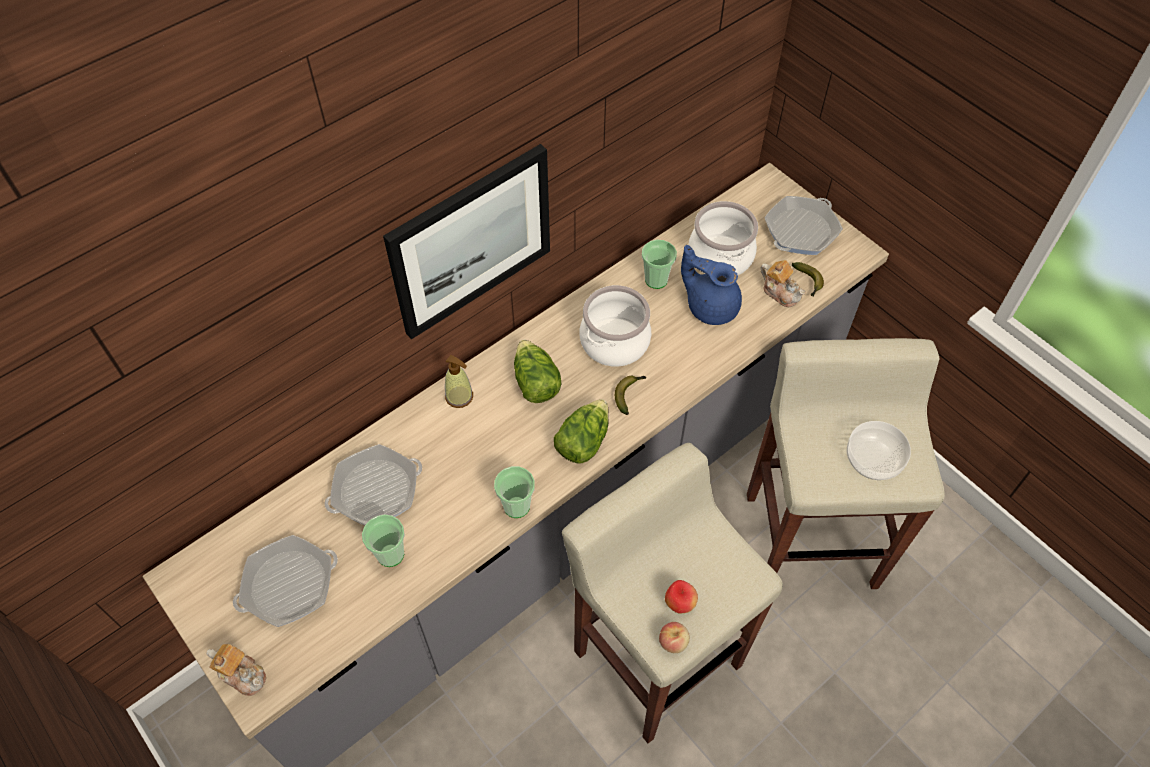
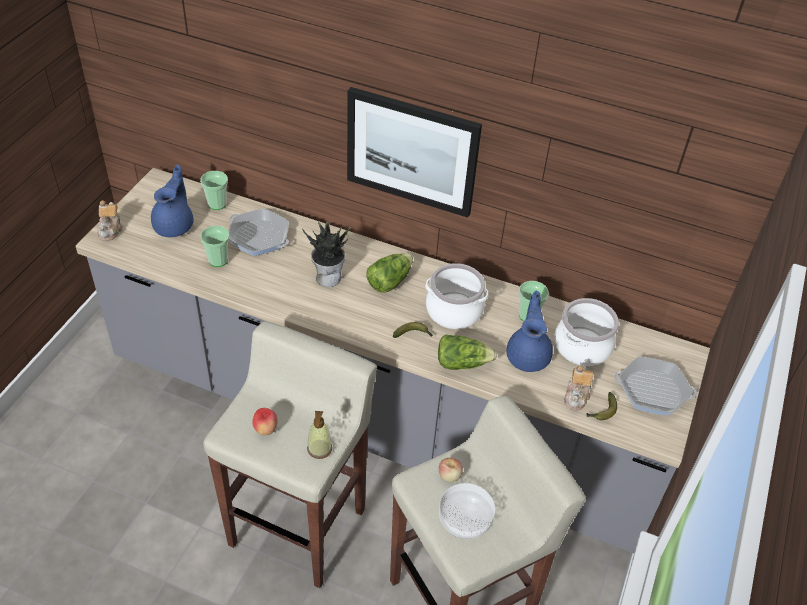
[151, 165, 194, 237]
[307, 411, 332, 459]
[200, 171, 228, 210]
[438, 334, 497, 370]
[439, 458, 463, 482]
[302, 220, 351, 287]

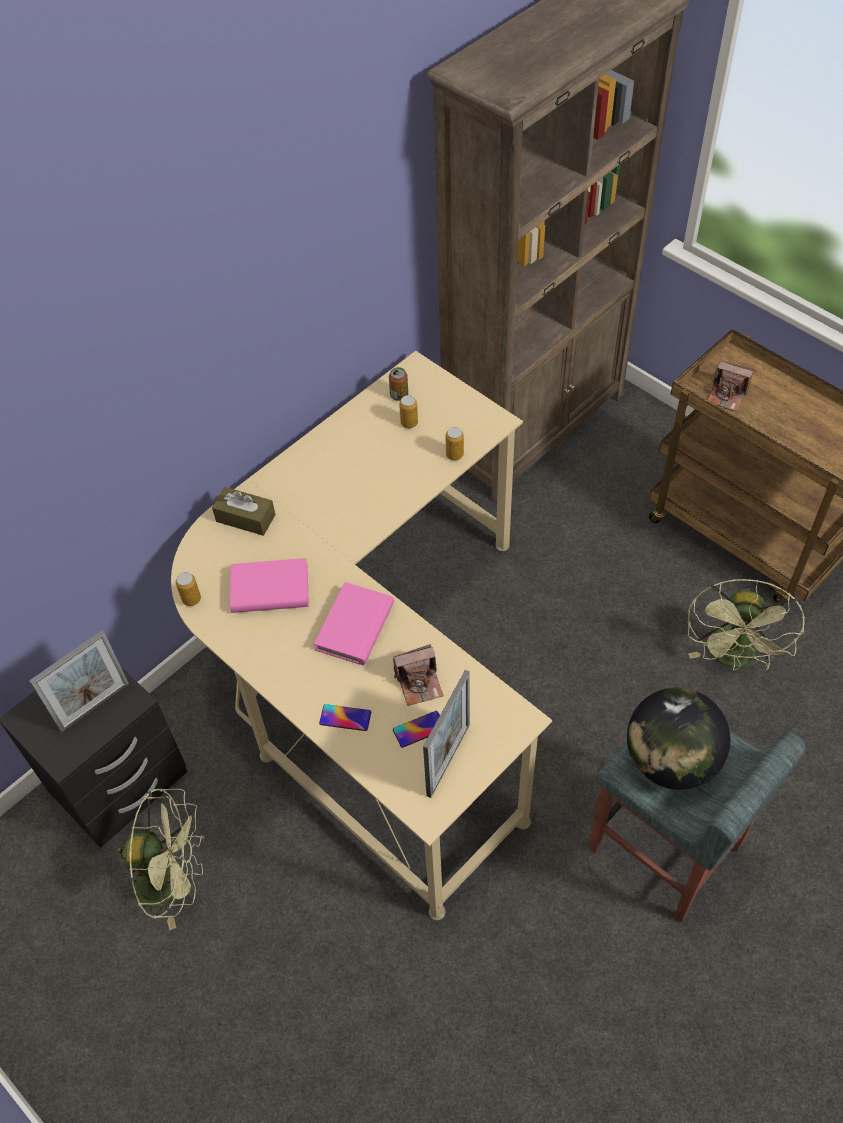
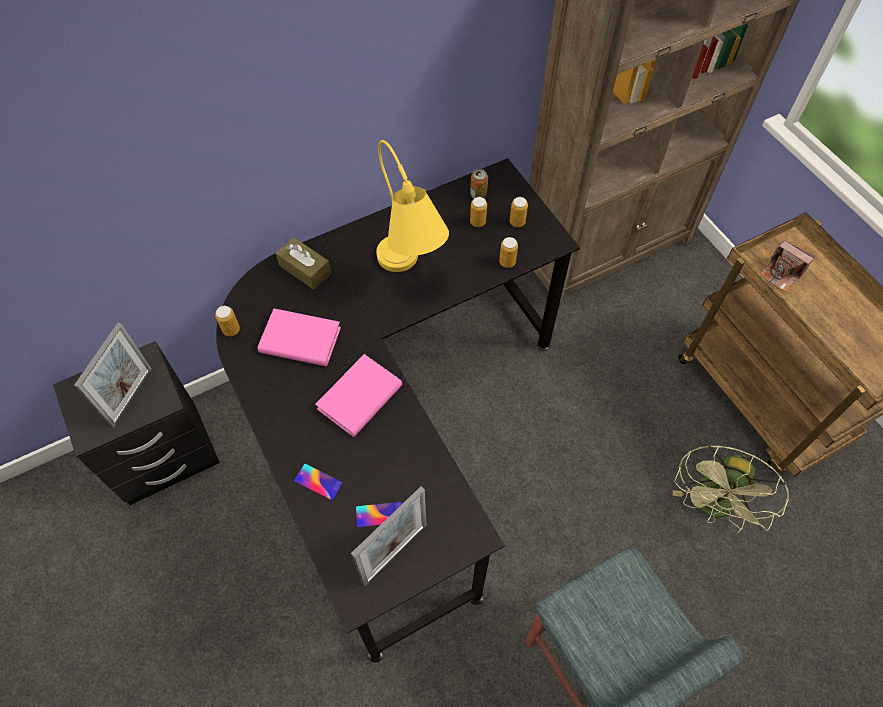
[74, 323, 152, 428]
[118, 788, 204, 930] (first image)
[216, 158, 580, 662]
[393, 644, 444, 706] (first image)
[627, 687, 730, 790] (first image)
[376, 140, 449, 272]
[510, 197, 528, 227]

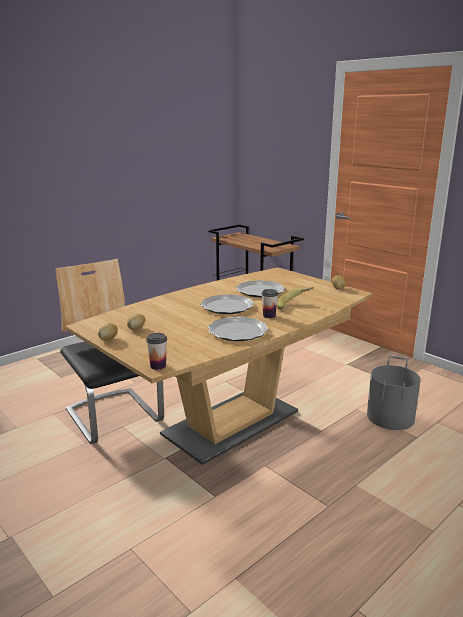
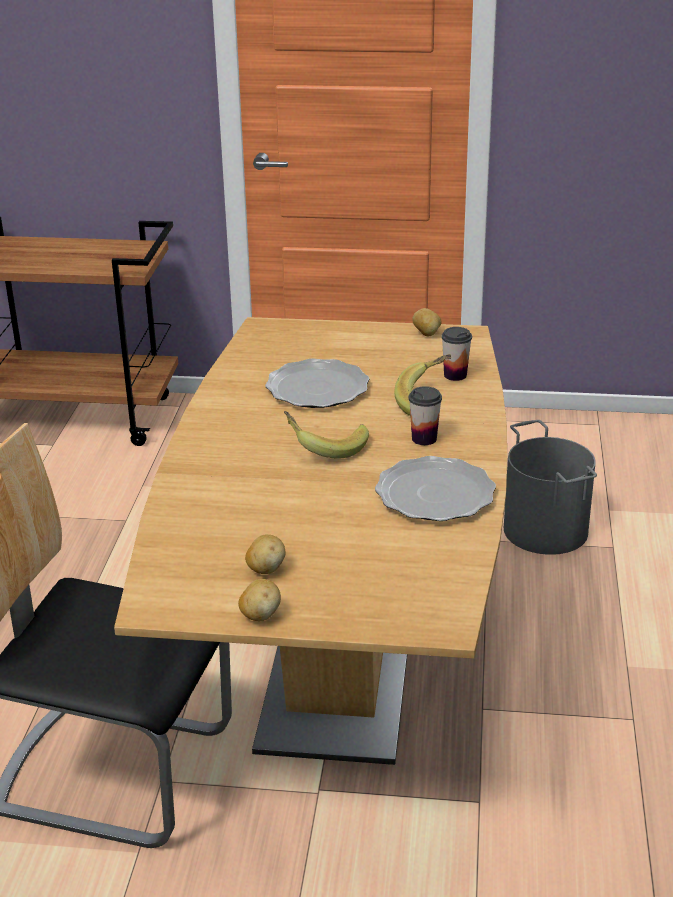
[441, 327, 472, 381]
[284, 411, 369, 459]

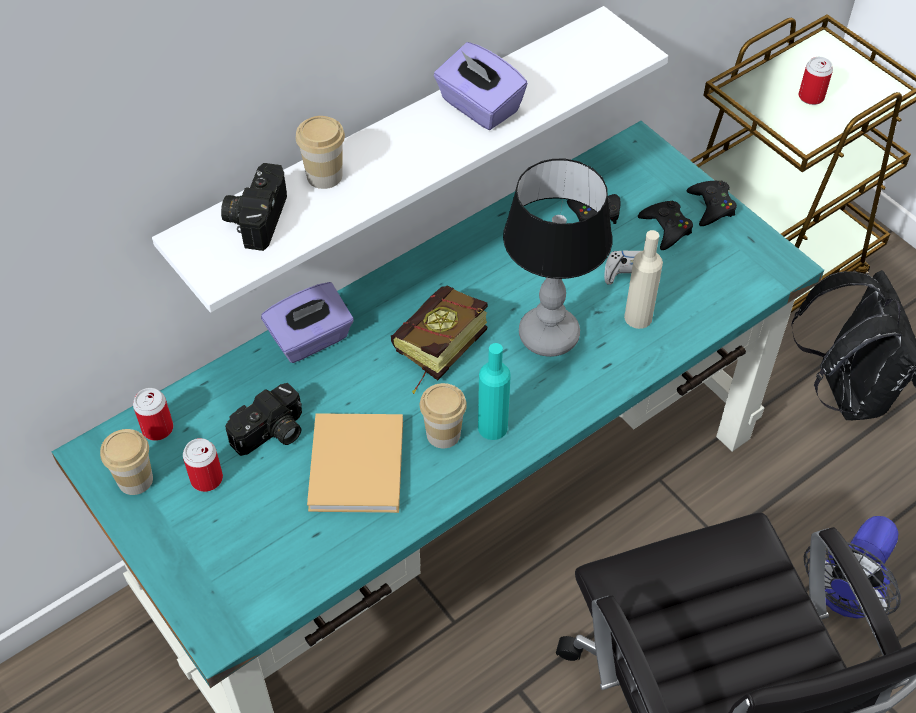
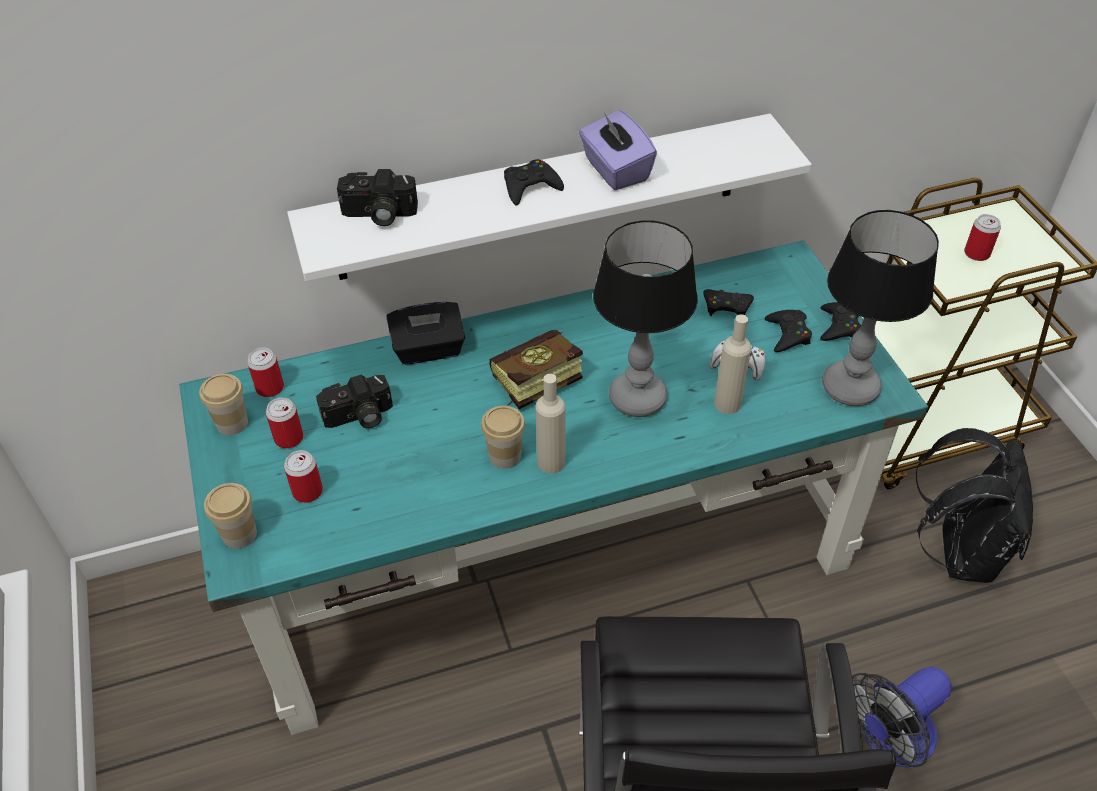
[337, 169, 418, 226]
[387, 302, 465, 365]
[204, 483, 257, 549]
[307, 413, 403, 513] (first image)
[535, 374, 565, 474]
[284, 450, 323, 503]
[504, 159, 564, 205]
[822, 210, 939, 406]

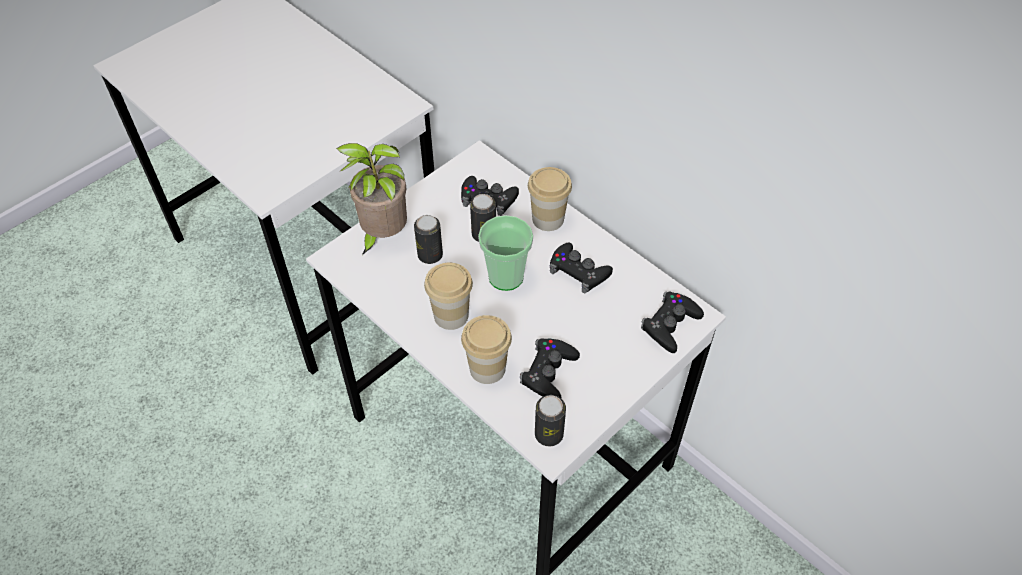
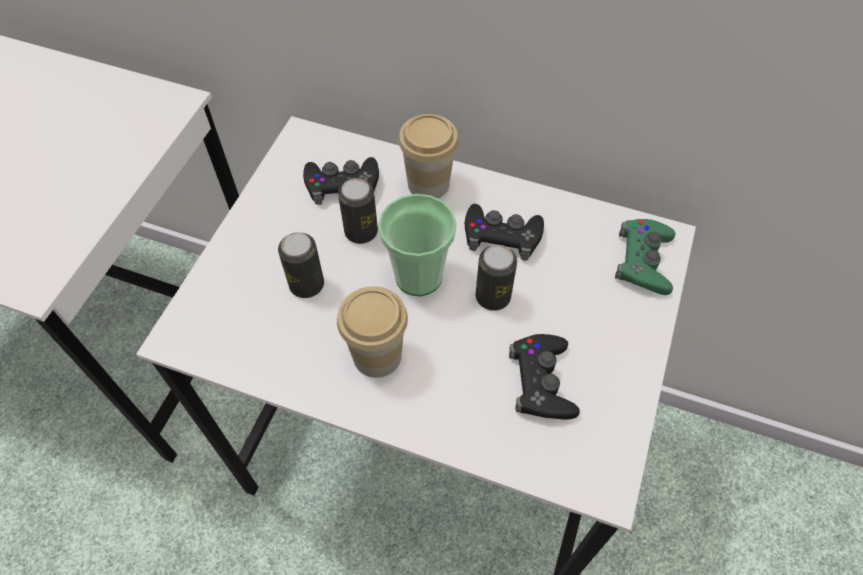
[336, 143, 407, 255] (first image)
[461, 315, 512, 384] (first image)
[476, 245, 517, 311]
[615, 219, 675, 295]

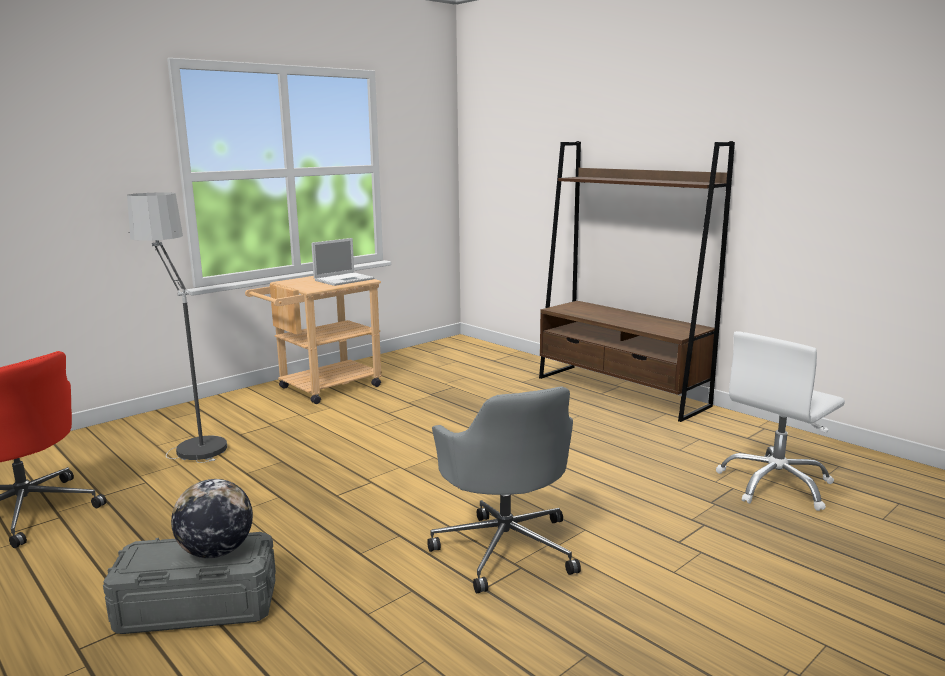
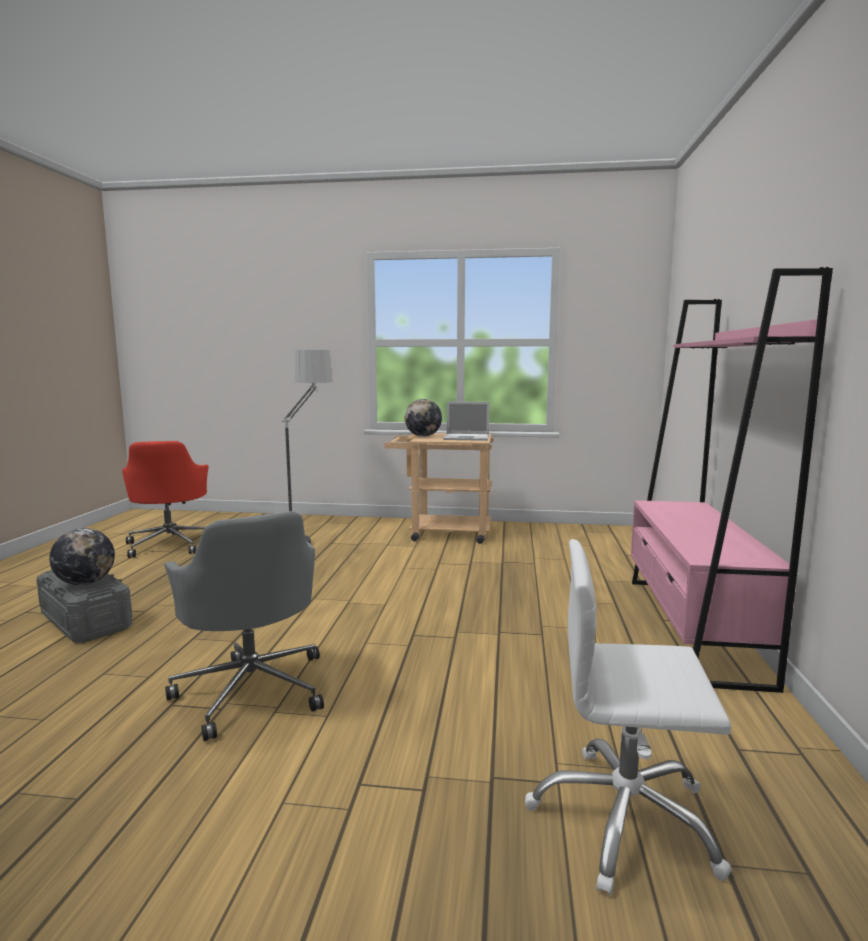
[164, 511, 324, 741]
[631, 267, 833, 693]
[405, 399, 442, 437]

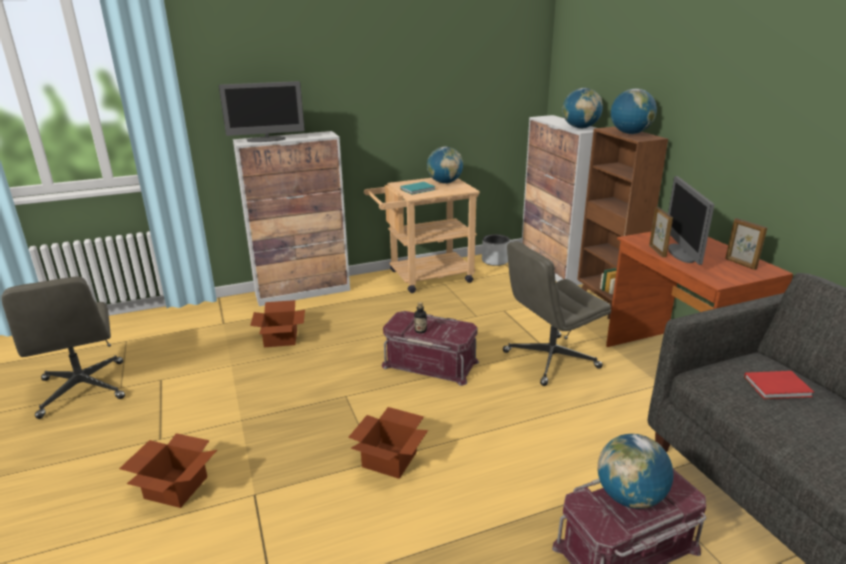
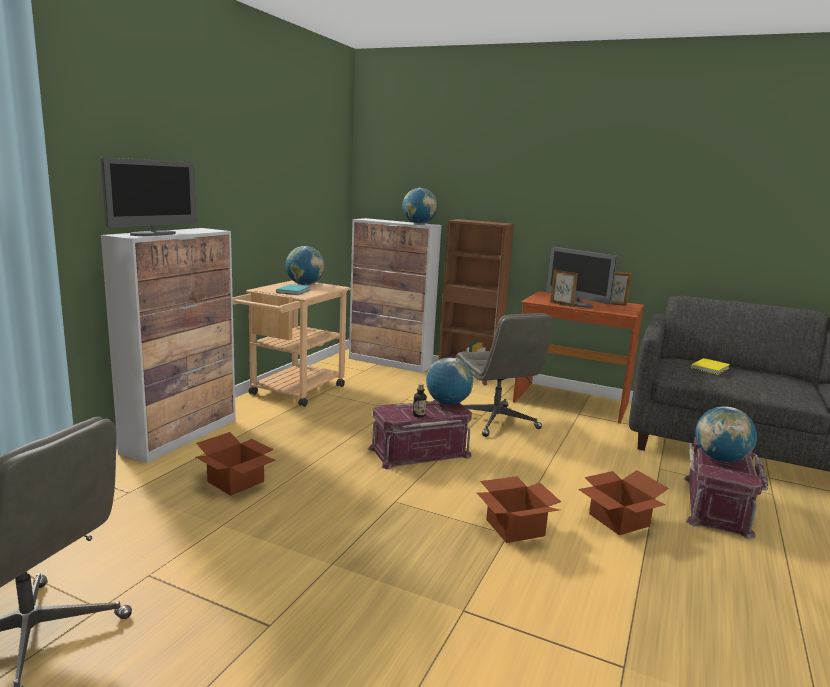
[578, 470, 669, 535]
[482, 234, 510, 266] (first image)
[456, 313, 553, 437]
[426, 358, 473, 405]
[691, 358, 730, 375]

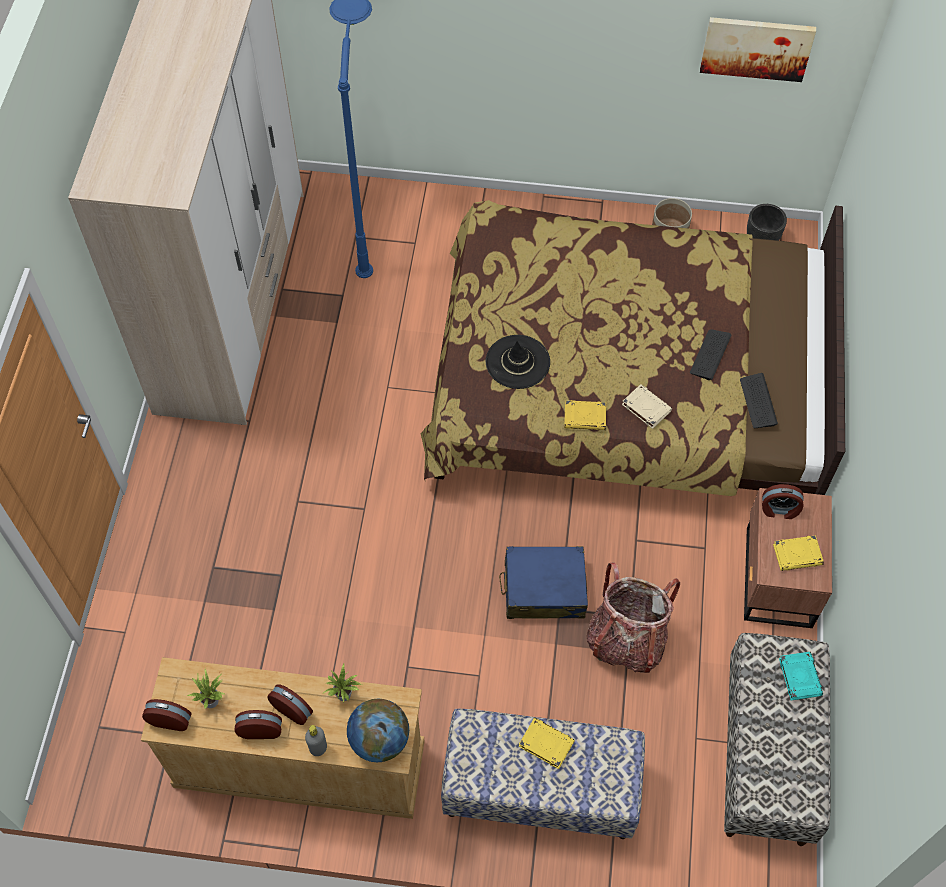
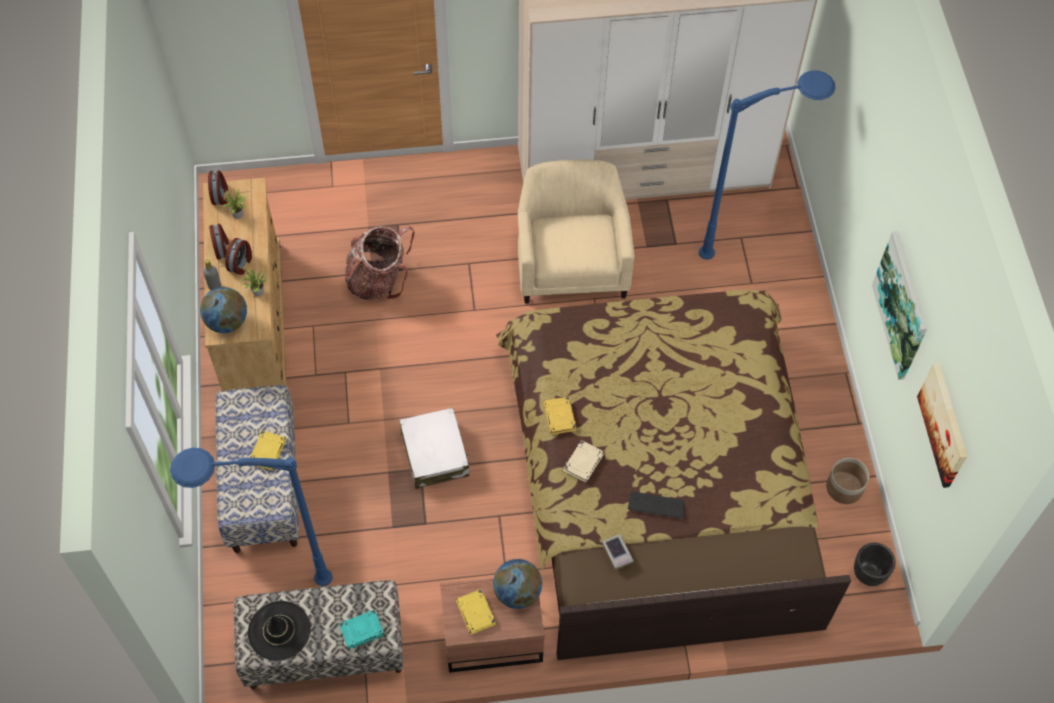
[248, 601, 310, 661]
[399, 408, 469, 489]
[345, 226, 415, 300]
[602, 534, 634, 570]
[493, 559, 542, 609]
[170, 448, 333, 586]
[518, 159, 634, 304]
[872, 231, 927, 380]

